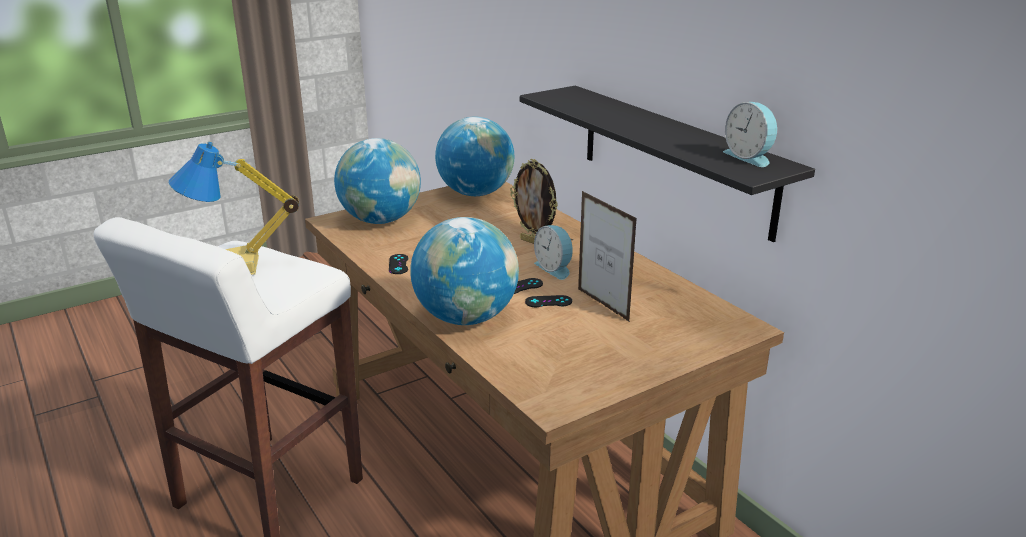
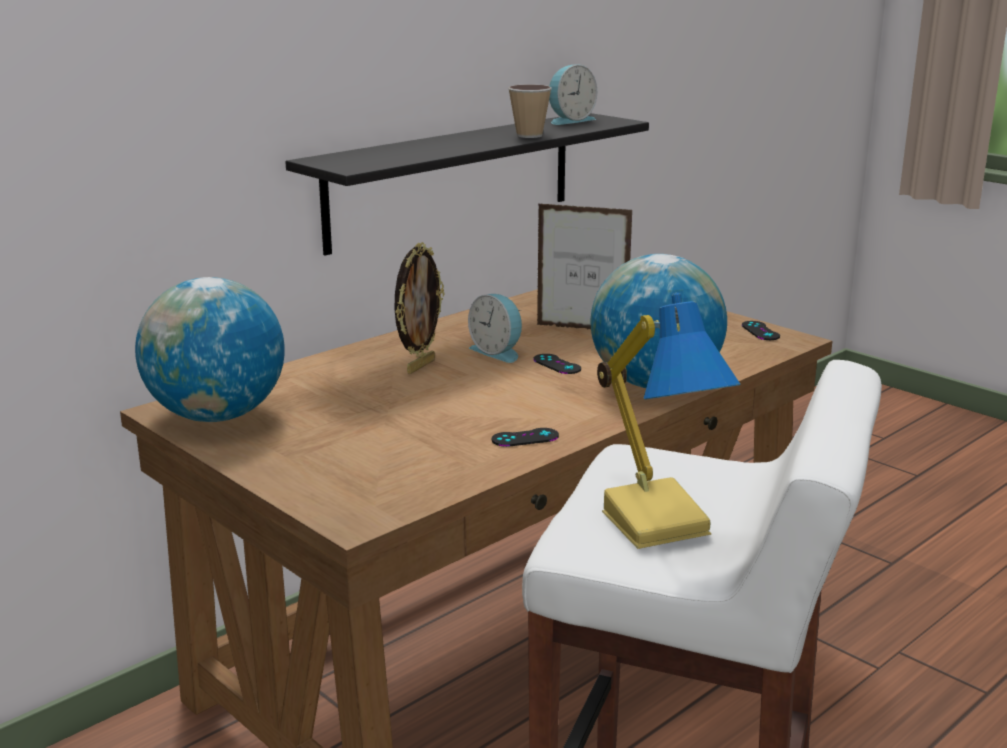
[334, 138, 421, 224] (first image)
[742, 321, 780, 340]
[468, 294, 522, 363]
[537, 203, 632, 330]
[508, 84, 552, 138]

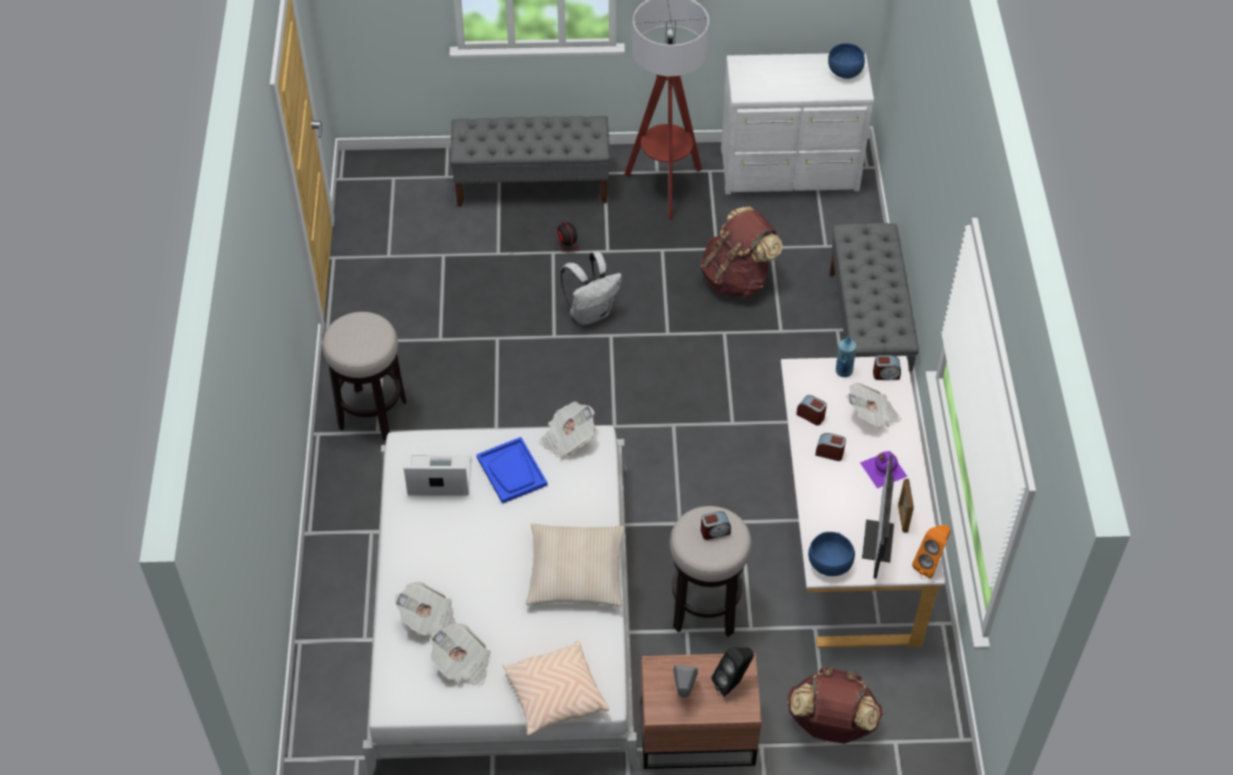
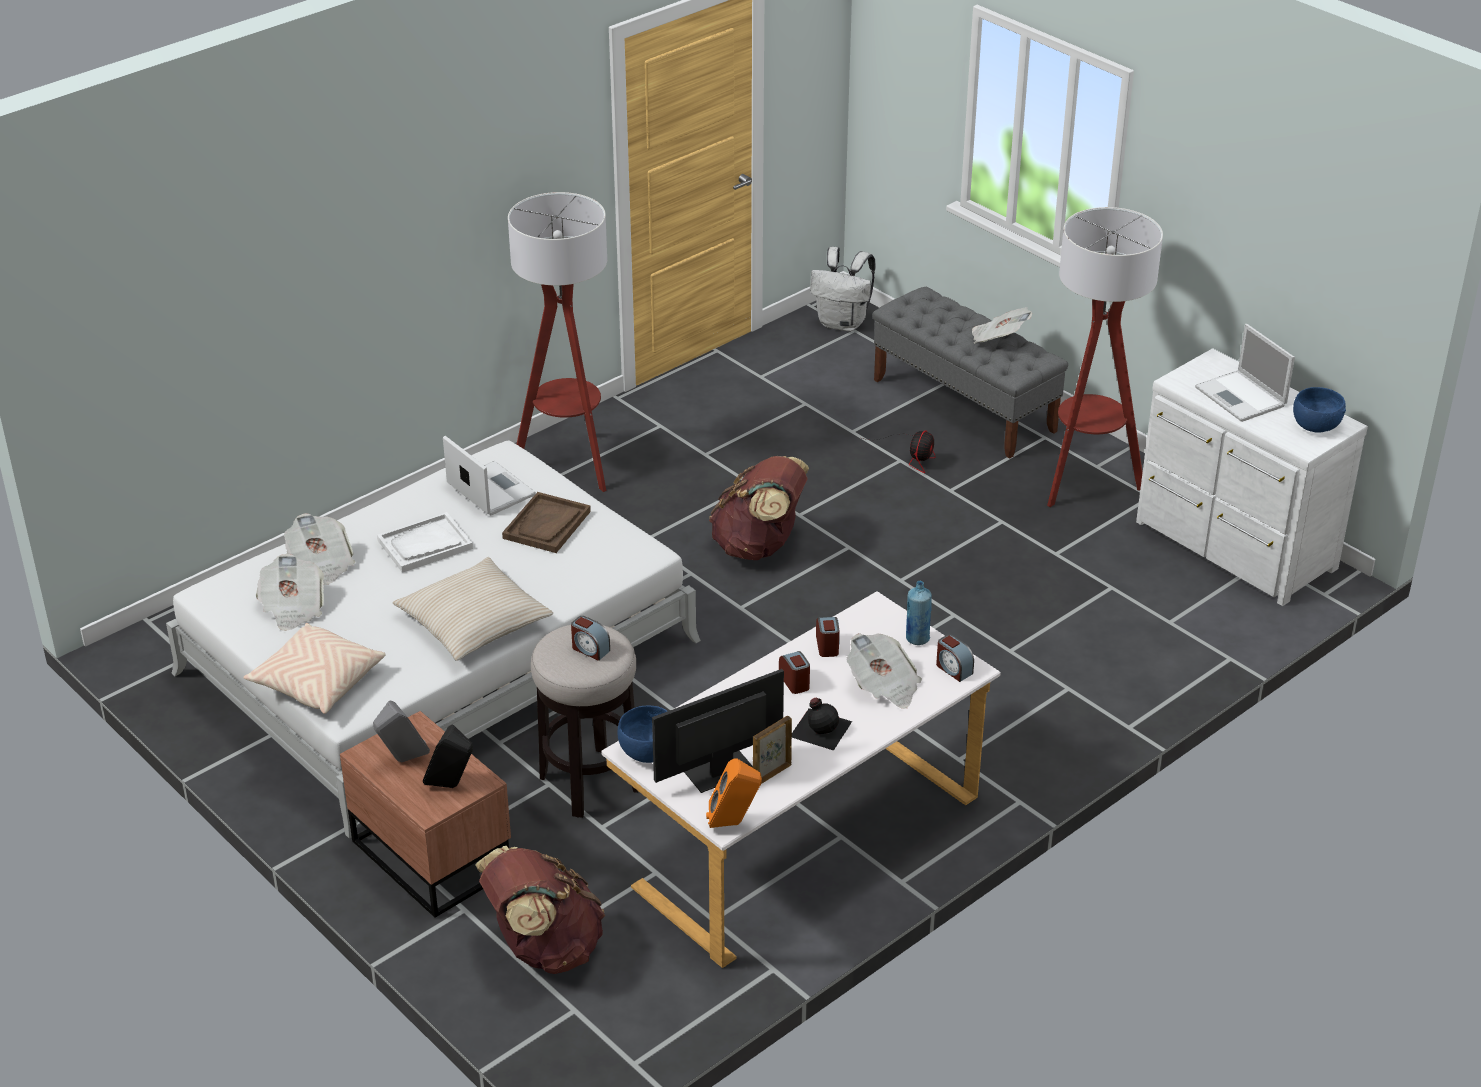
[508, 192, 607, 492]
[502, 492, 591, 553]
[972, 307, 1032, 344]
[810, 247, 876, 332]
[709, 456, 809, 560]
[830, 223, 919, 374] (first image)
[792, 698, 852, 751]
[377, 512, 473, 573]
[1195, 324, 1295, 422]

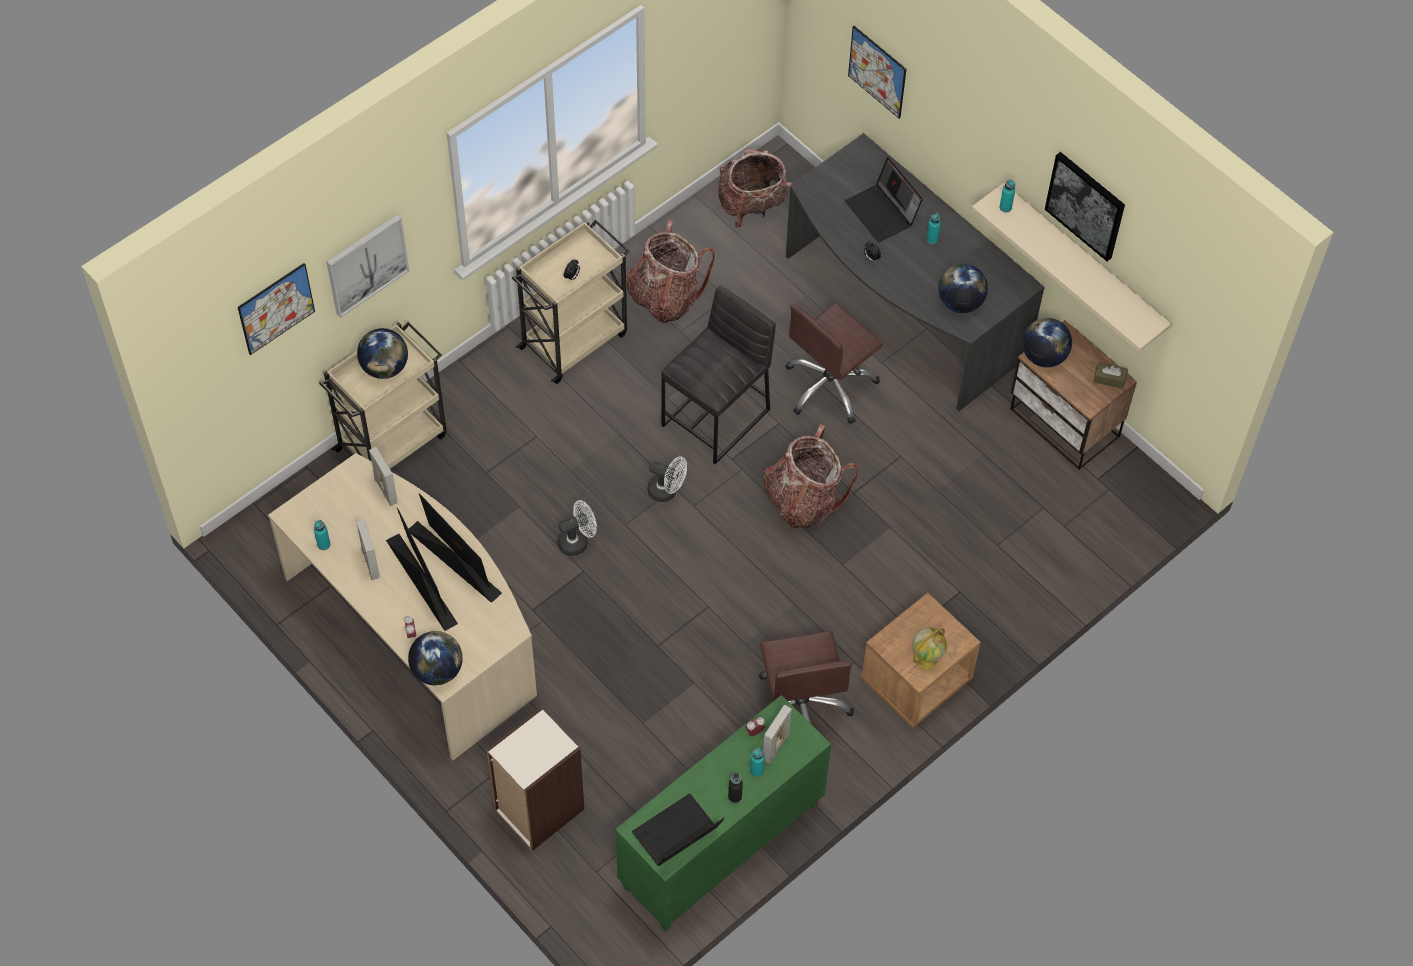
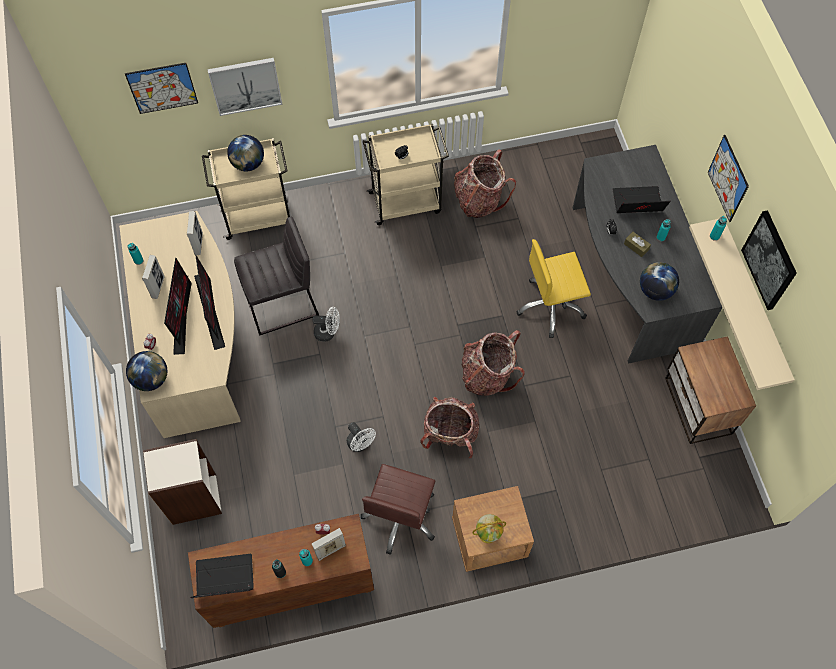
[188, 514, 374, 628]
[347, 422, 376, 452]
[234, 216, 319, 336]
[420, 397, 479, 458]
[516, 239, 591, 338]
[612, 186, 670, 213]
[708, 135, 749, 222]
[1022, 318, 1072, 367] (first image)
[624, 232, 651, 257]

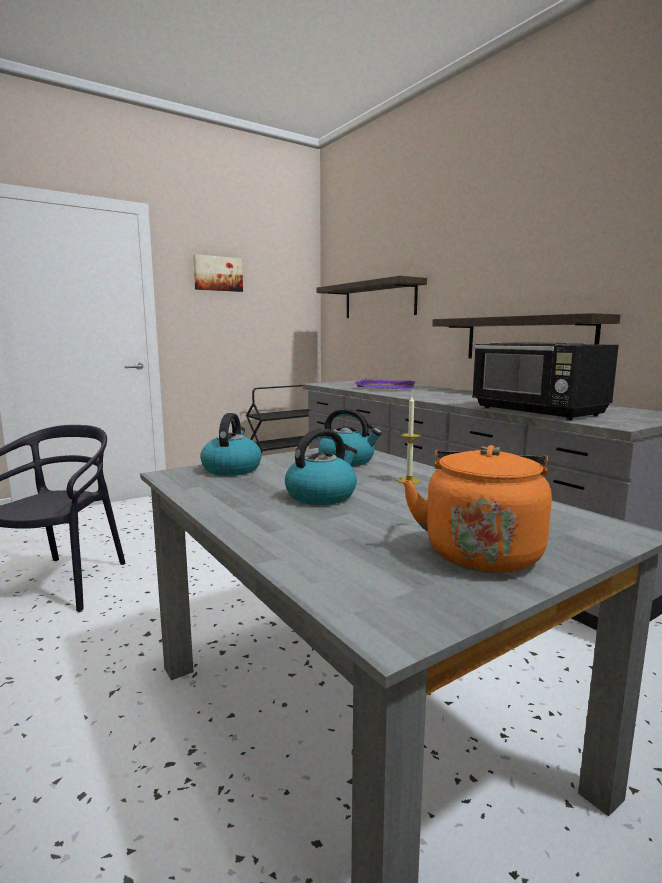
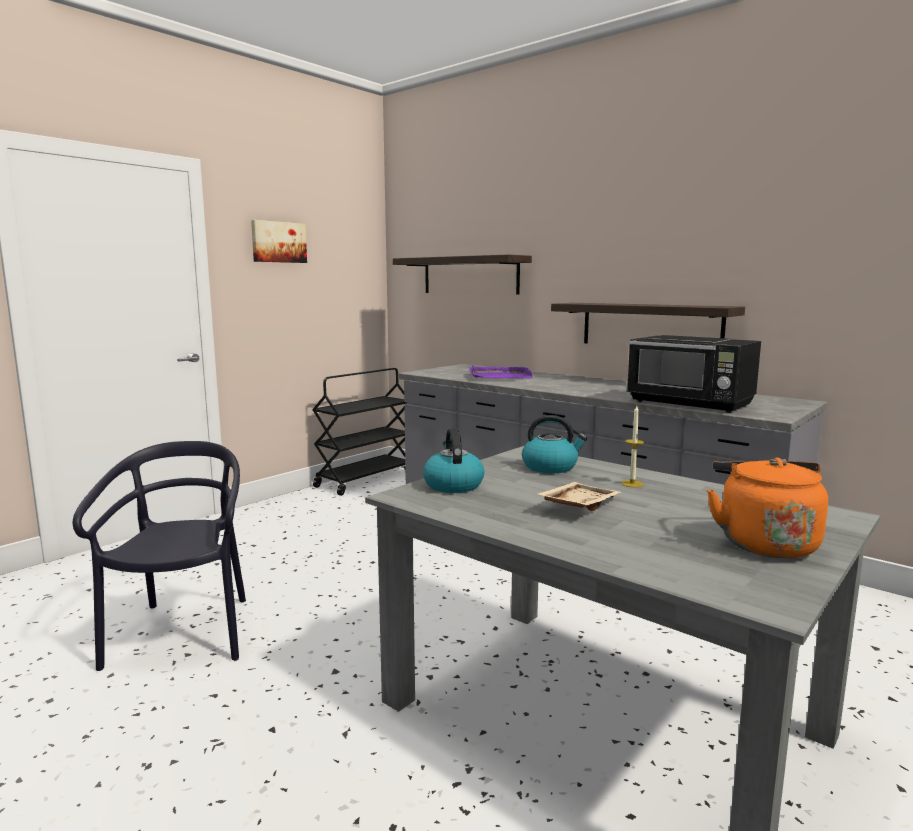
[537, 482, 621, 511]

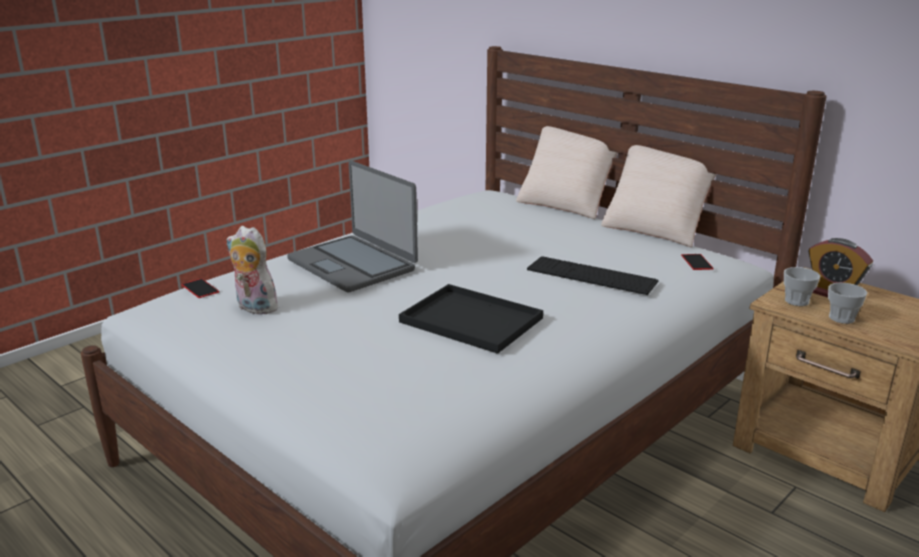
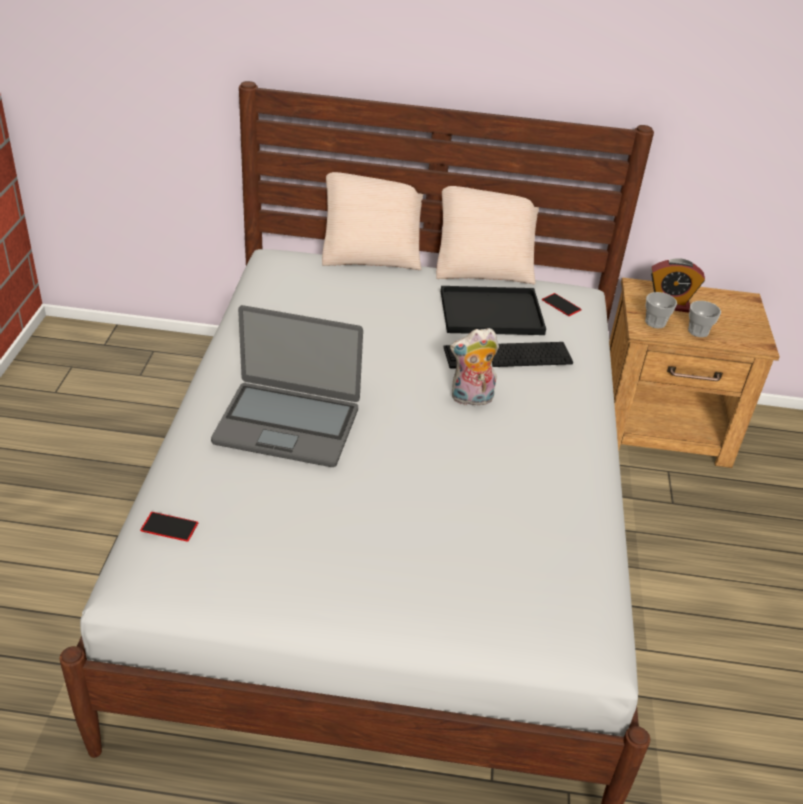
[450, 328, 499, 406]
[441, 286, 546, 335]

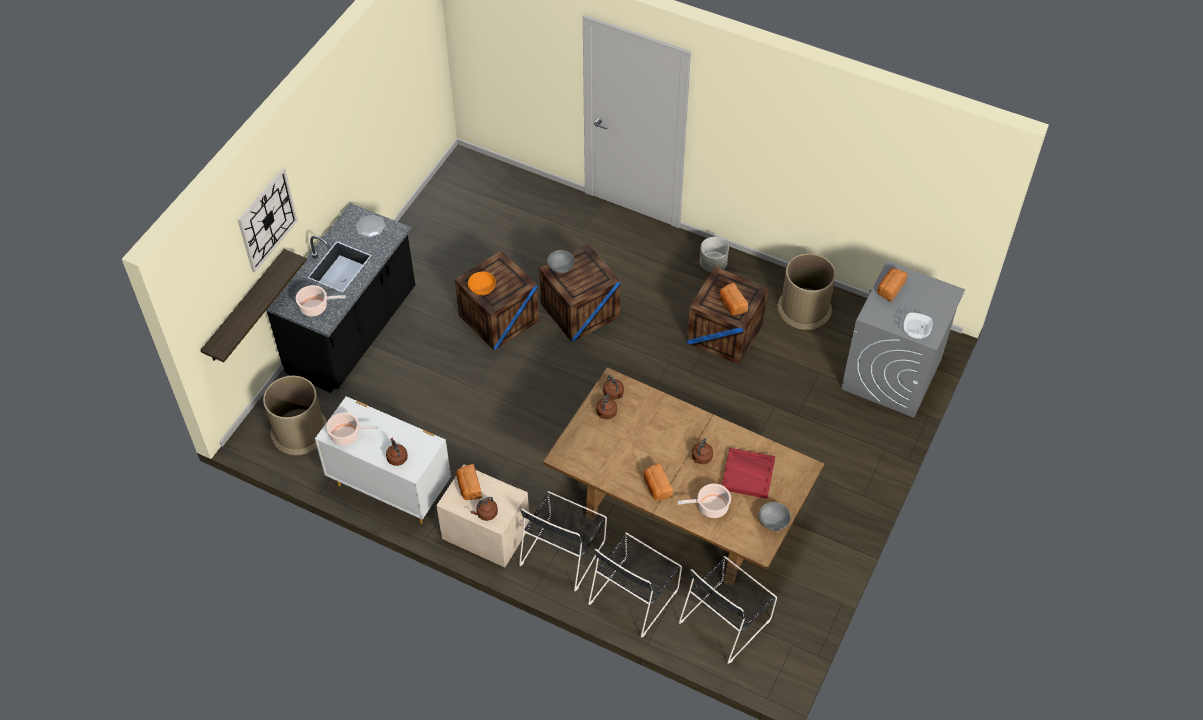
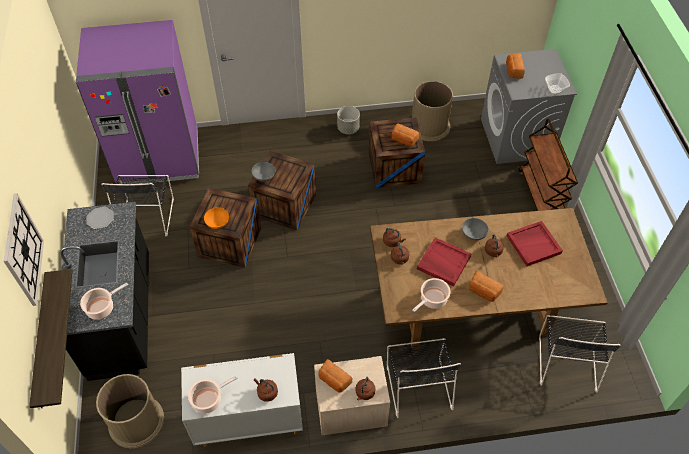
[101, 175, 174, 237]
[413, 278, 450, 312]
[462, 218, 489, 240]
[76, 20, 199, 184]
[417, 237, 471, 286]
[519, 119, 578, 211]

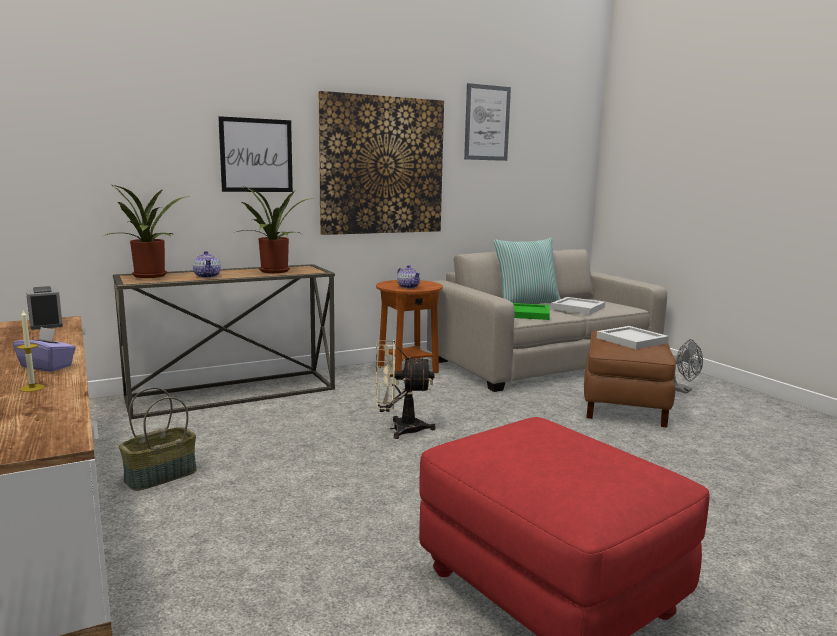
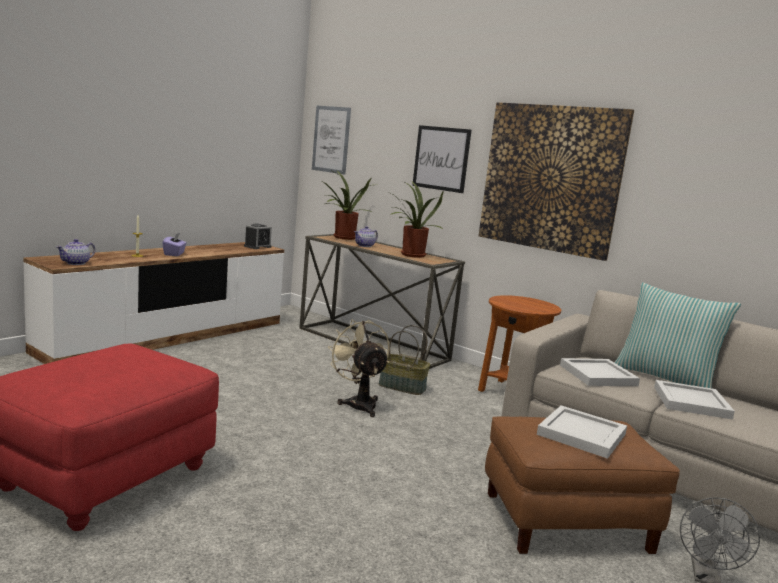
[379, 325, 430, 395]
[56, 239, 95, 265]
[312, 106, 351, 174]
[560, 358, 640, 386]

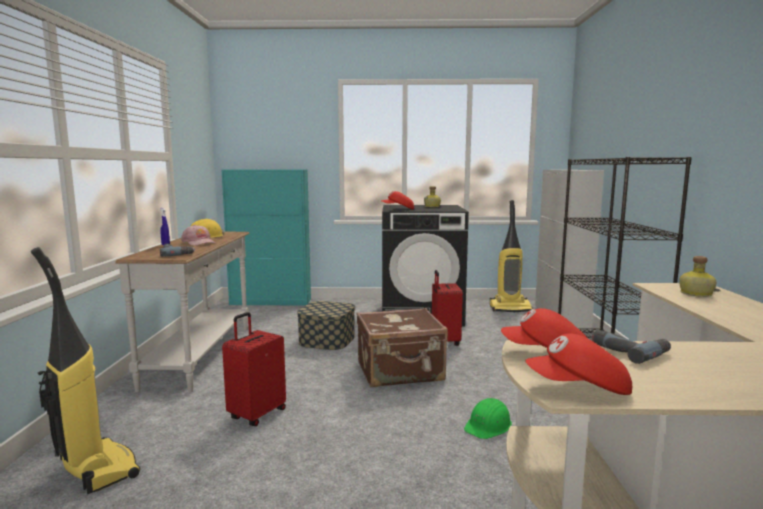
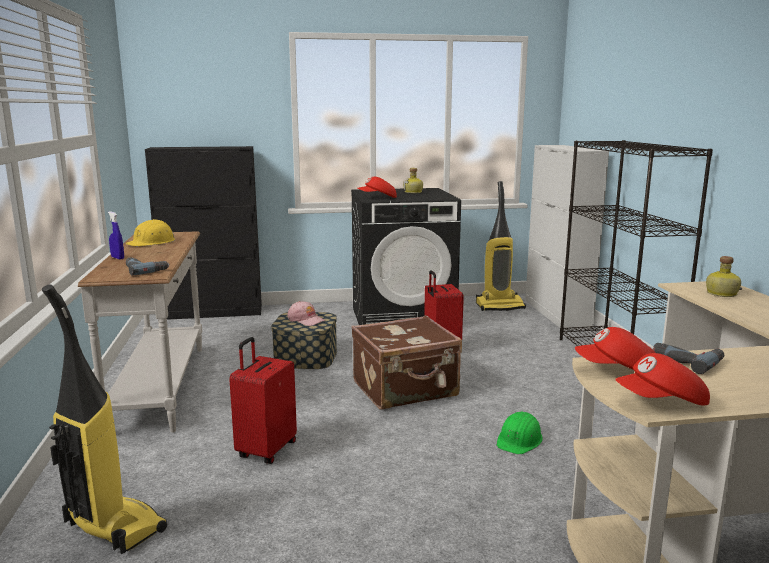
[287, 301, 326, 326]
[145, 146, 262, 320]

